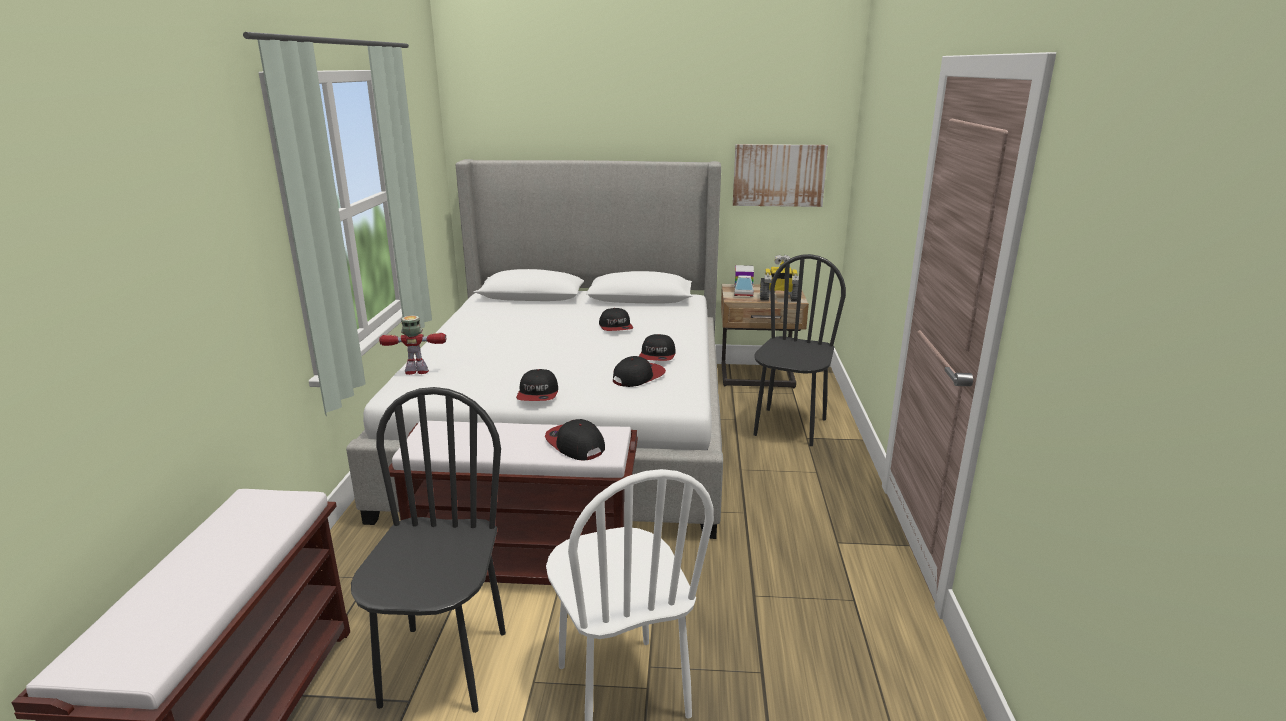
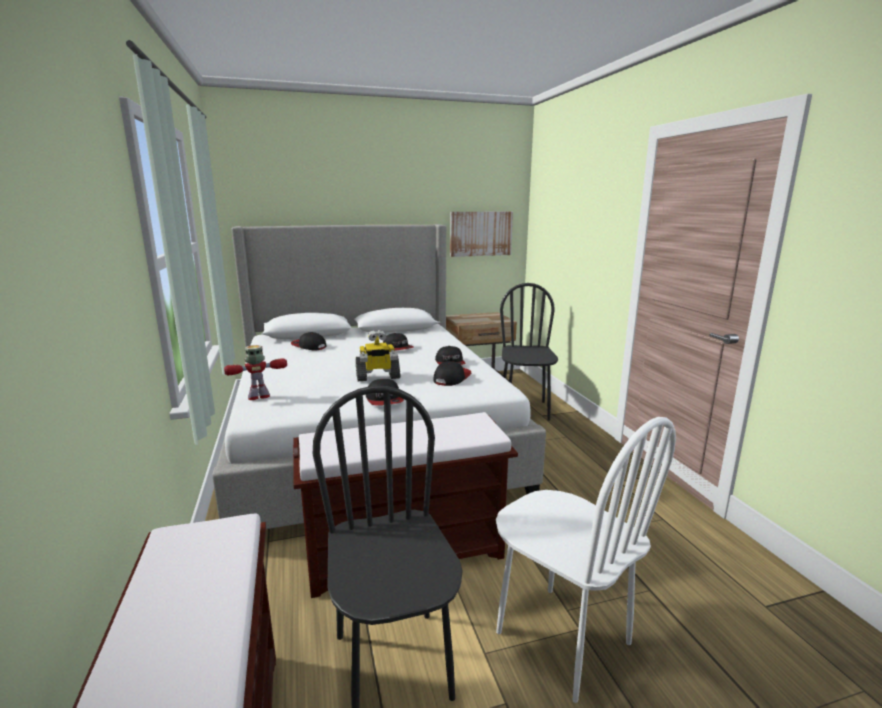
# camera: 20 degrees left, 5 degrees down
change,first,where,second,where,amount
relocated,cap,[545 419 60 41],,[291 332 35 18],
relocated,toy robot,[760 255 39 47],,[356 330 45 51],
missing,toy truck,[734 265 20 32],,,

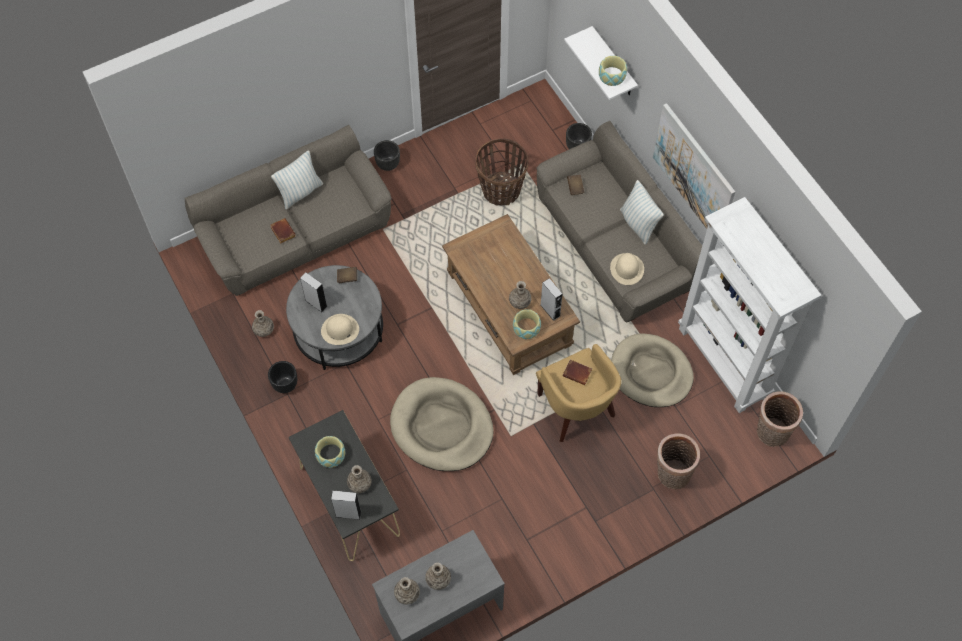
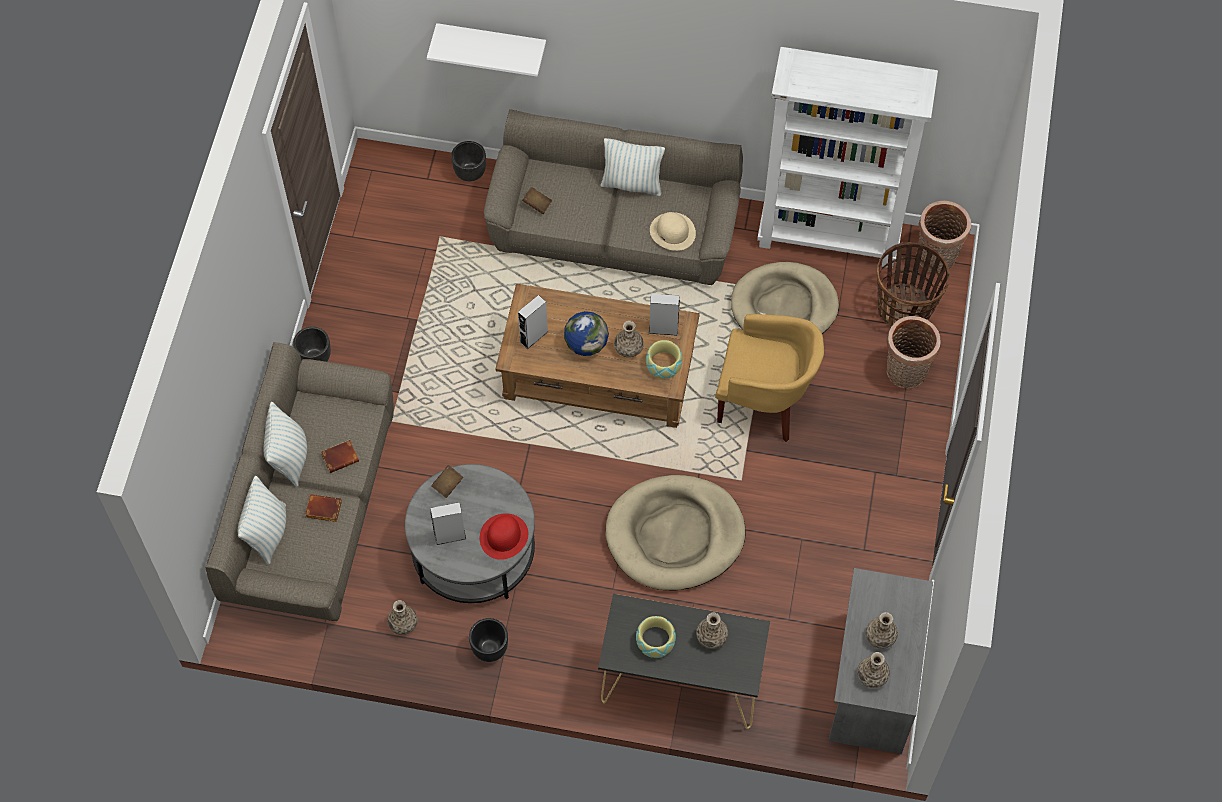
# camera: 50 degrees left, 0 degrees up
change,first,where,second,where,amount
appeared,,,pillow,[238 476 48 89],
relocated,brown book,[563 360 29 25],,[321 440 38 33],
colour,beige hat,[321 314 38 31],red hat,[480 513 48 47],
relocated,grey speaker,[331 491 30 29],,[518 295 30 54],
appeared,,,globe,[564 311 45 45],
relocated,basket,[475 139 54 67],,[877 242 73 85],
missing,bowl,[599 56 28 30],,,
missing,picture,[653 103 82 126],,,

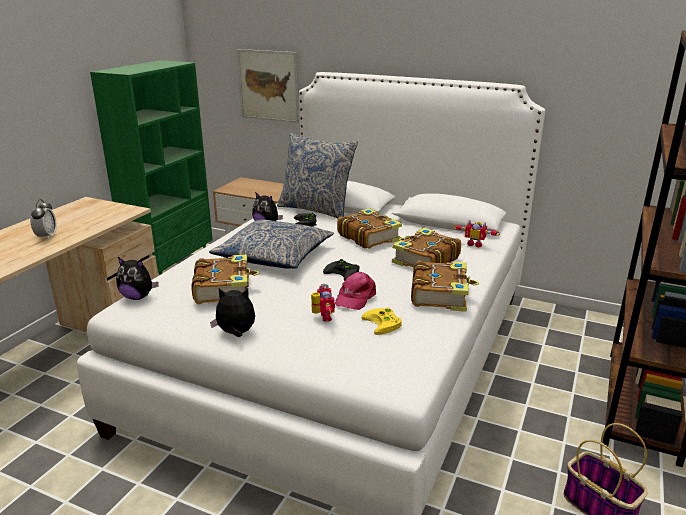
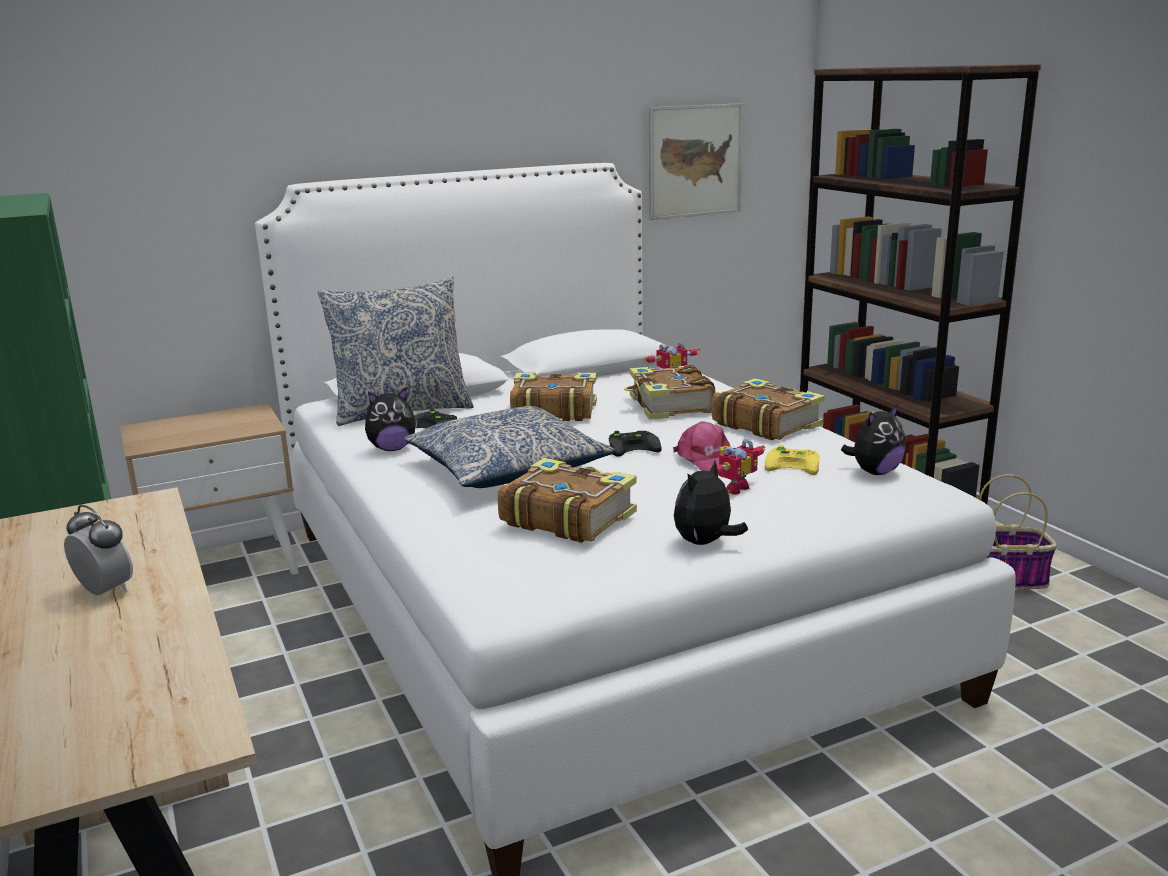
# camera: 50 degrees left, 5 degrees down
change,first,where,second,where,amount
relocated,picture,[237 49 63 74],,[649 103 94 117],
spun,toy robot,[311 284 24 38],,[717 439 48 56],105 degrees clockwise
relocated,plush toy,[116 257 43 43],,[841 404 65 71],

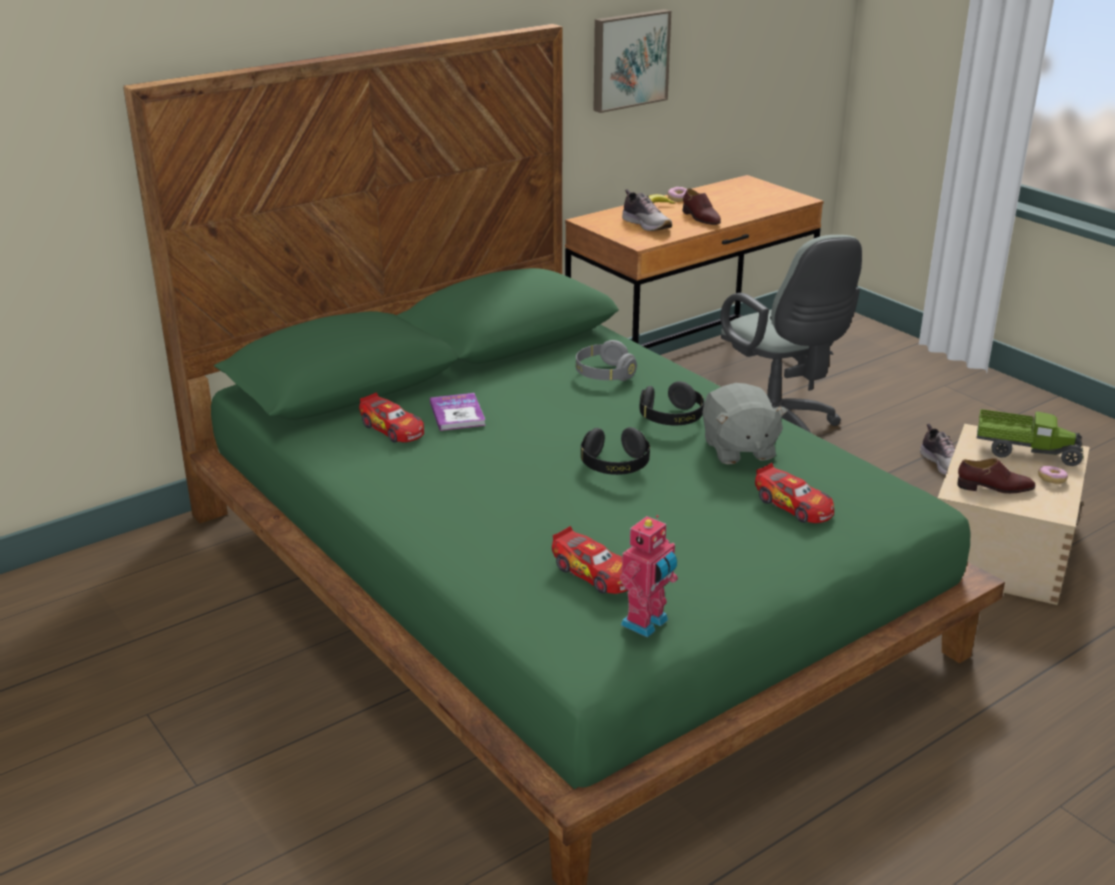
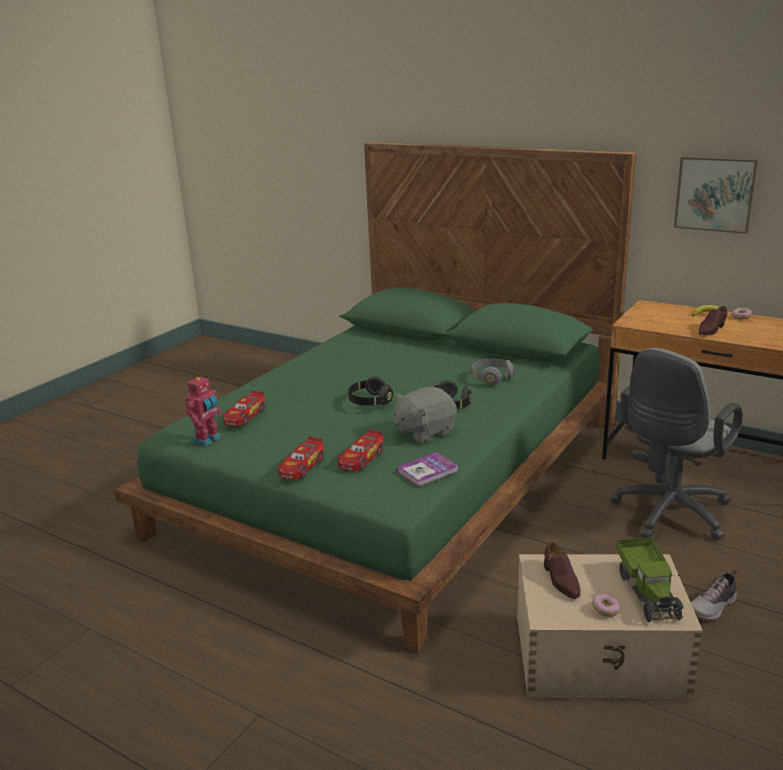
# camera: 70 degrees right, 5 degrees down
change,first,where,second,where,amount
spun,toy robot,[620 515 58 123],,[185 375 37 71],75 degrees counterclockwise
relocated,toy car,[359 392 65 51],,[278 436 46 44],
relocated,book,[430 393 56 38],,[396 452 63 35],
missing,shoe,[622 189 50 42],,,

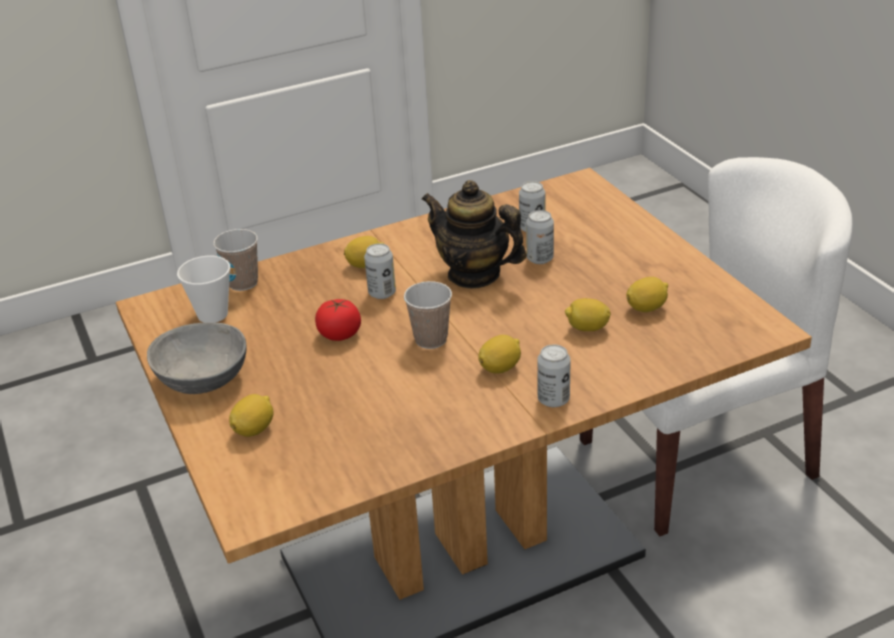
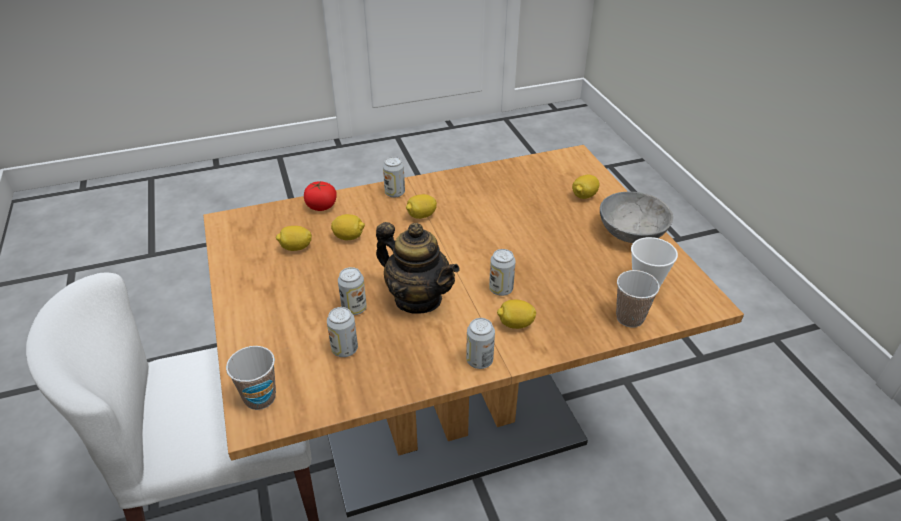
# camera: 175 degrees left, 5 degrees up
change,first,where,second,where,amount
relocated,cup,[404 281 48 68],,[226 346 50 64],
relocated,tomato,[315 299 46 42],,[304 181 33 30],
appeared,,,can,[466 318 29 51],

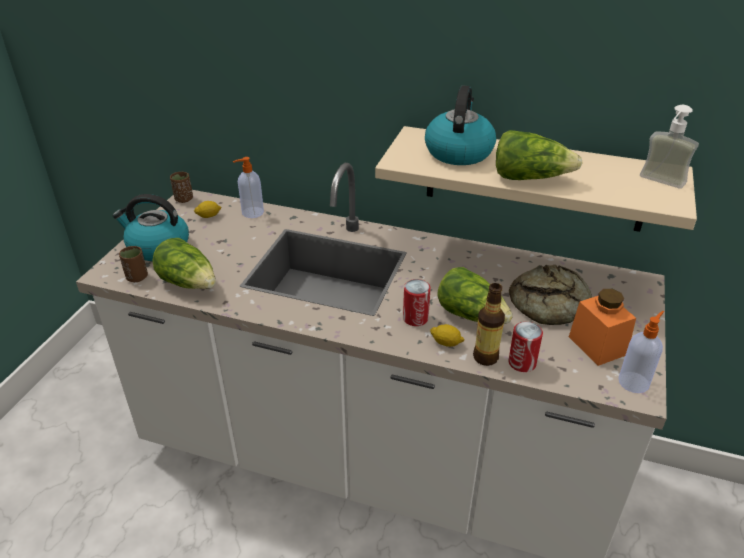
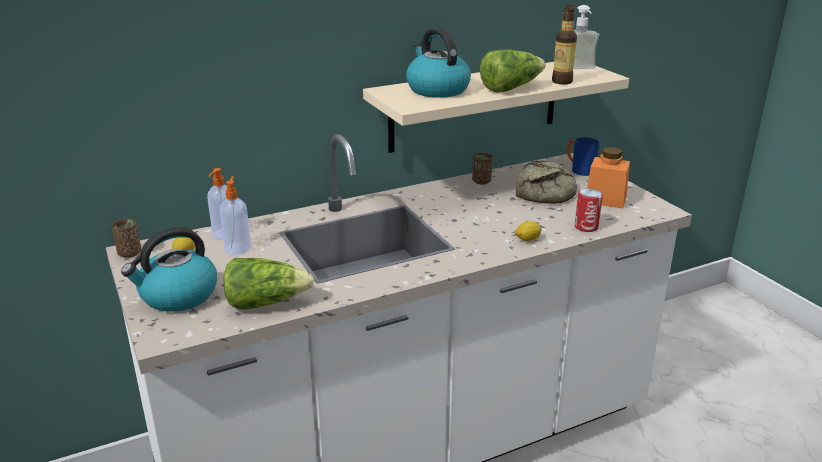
# camera: 45 degrees left, 10 degrees down
change,first,where,second,where,amount
relocated,soap dispenser,[618 311 46 82],,[220 176 31 79],
relocated,brown cup,[119 246 29 36],,[472 153 21 32],
relocated,bottle,[473 283 32 83],,[552 5 25 80],
appeared,,,blue mug,[567 137 33 39],
missing,can,[403 279 28 47],,,
missing,lettuce,[437 267 76 57],,,

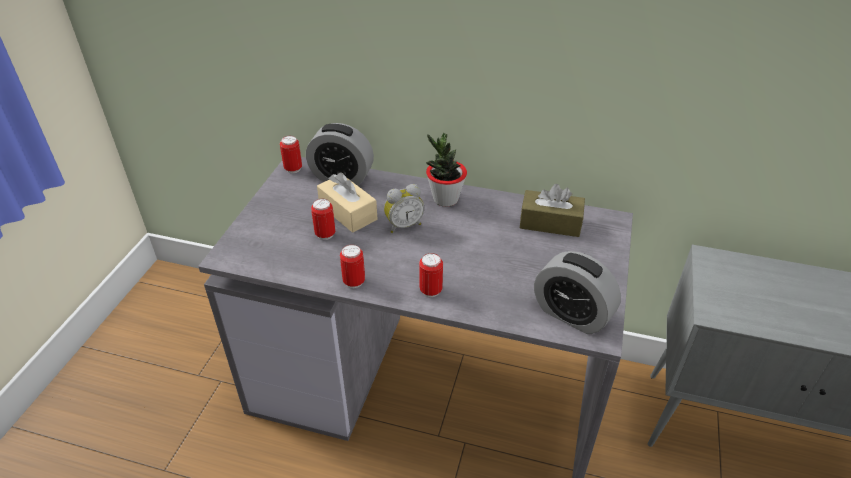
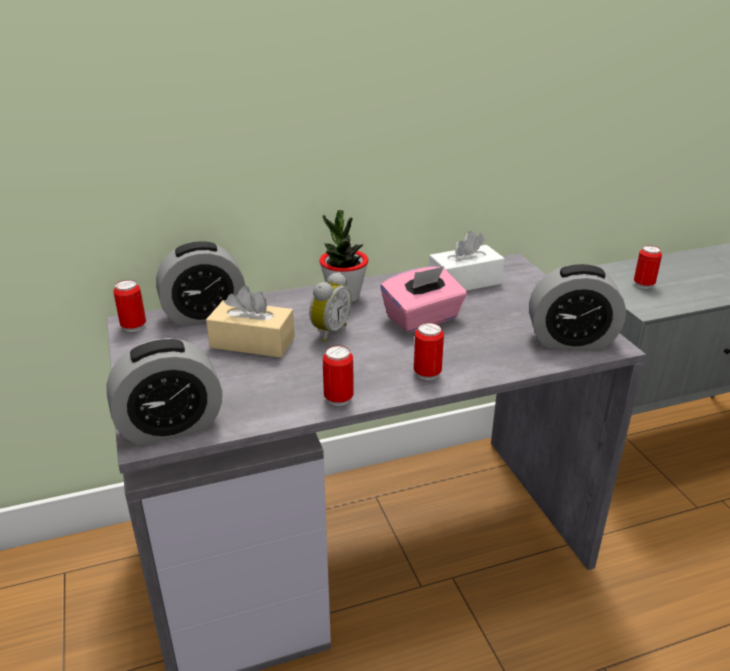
# camera: 35 degrees left, 10 degrees down
change,first,where,second,where,amount
appeared,,,alarm clock,[106 338 116 108],
appeared,,,pink tissue box,[380 266 87 67],
colour,brown tissue box,[520 184 65 53],white tissue box,[429 231 76 60],
relocated,can,[311 198 24 42],,[634 245 28 44],

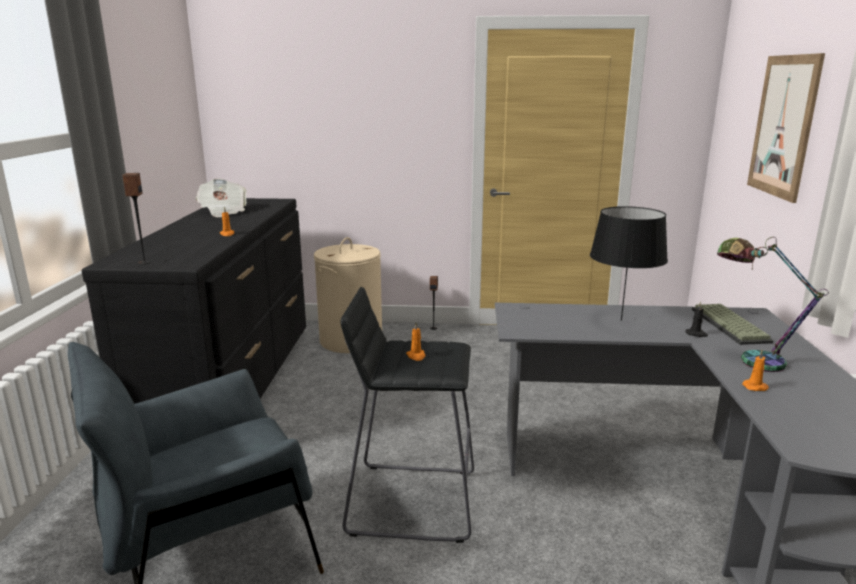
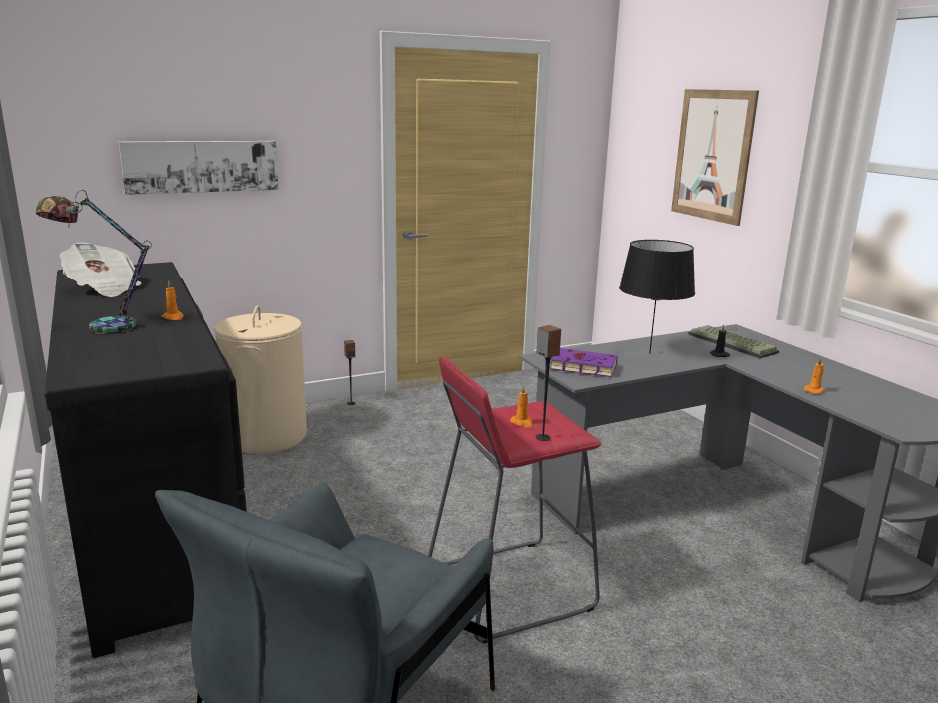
# camera: 30 degrees left, 0 degrees up
change,first,where,second,where,amount
relocated,table lamp,[717 237 112 135],,[36 190 116 144],
appeared,,,picture,[119 141 160 54],
colour,black stool,[341 287 133 256],red stool,[428 356 173 288],
relocated,speaker,[122 173 29 91],,[536 325 25 116],
appeared,,,purple book,[542 348 76 29],

